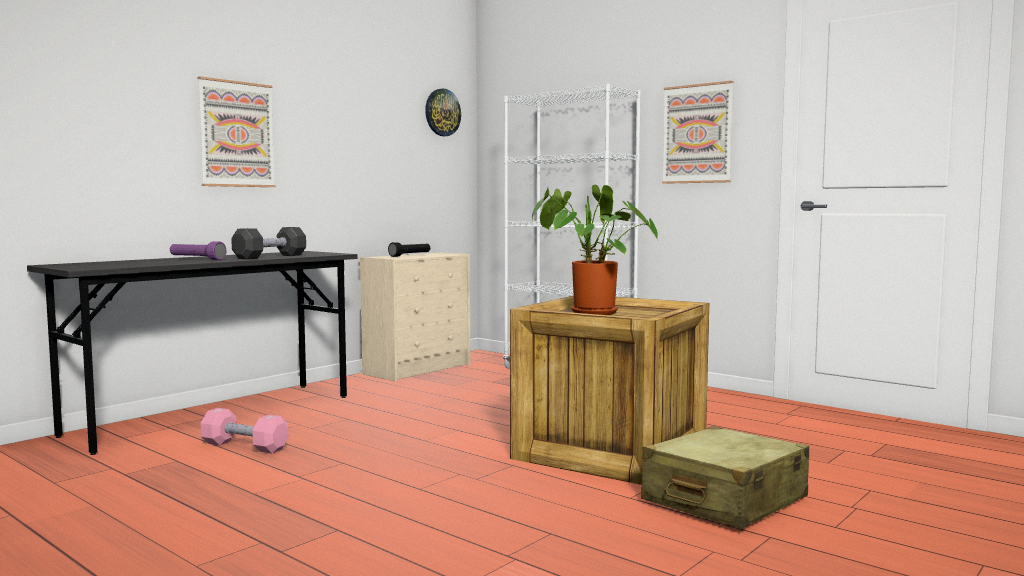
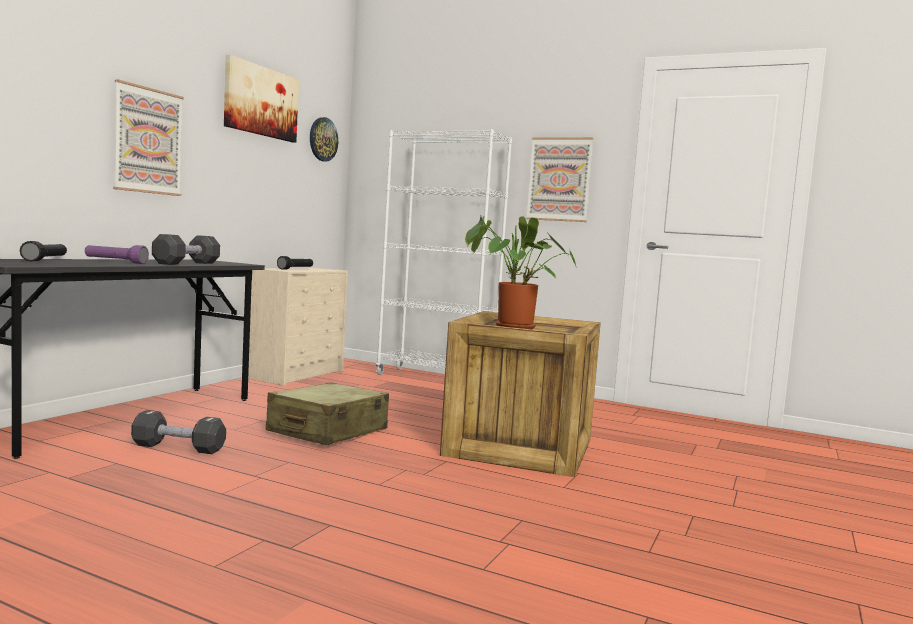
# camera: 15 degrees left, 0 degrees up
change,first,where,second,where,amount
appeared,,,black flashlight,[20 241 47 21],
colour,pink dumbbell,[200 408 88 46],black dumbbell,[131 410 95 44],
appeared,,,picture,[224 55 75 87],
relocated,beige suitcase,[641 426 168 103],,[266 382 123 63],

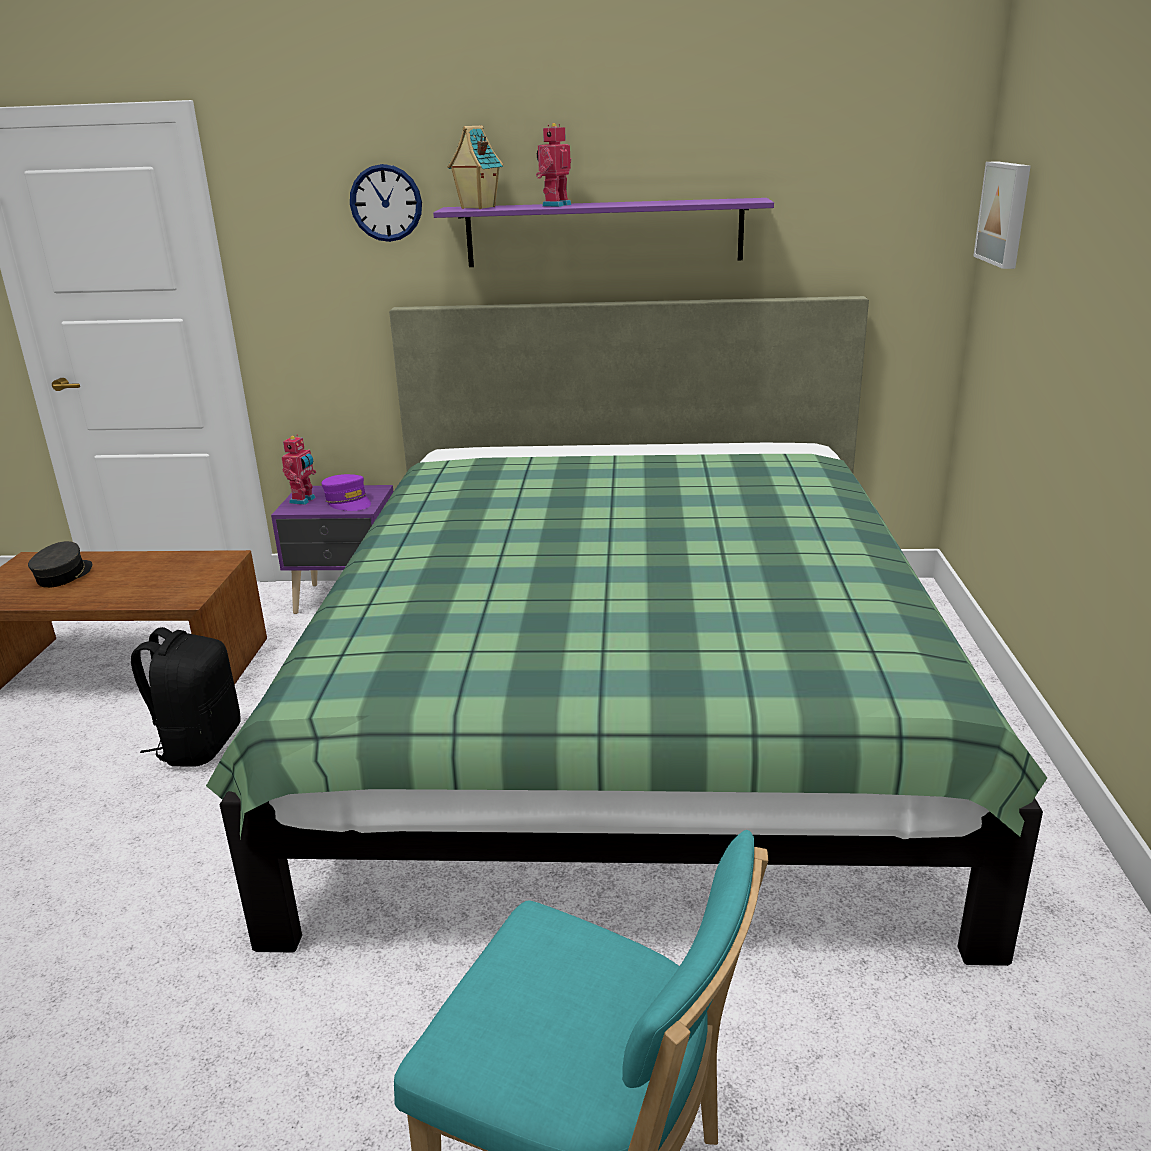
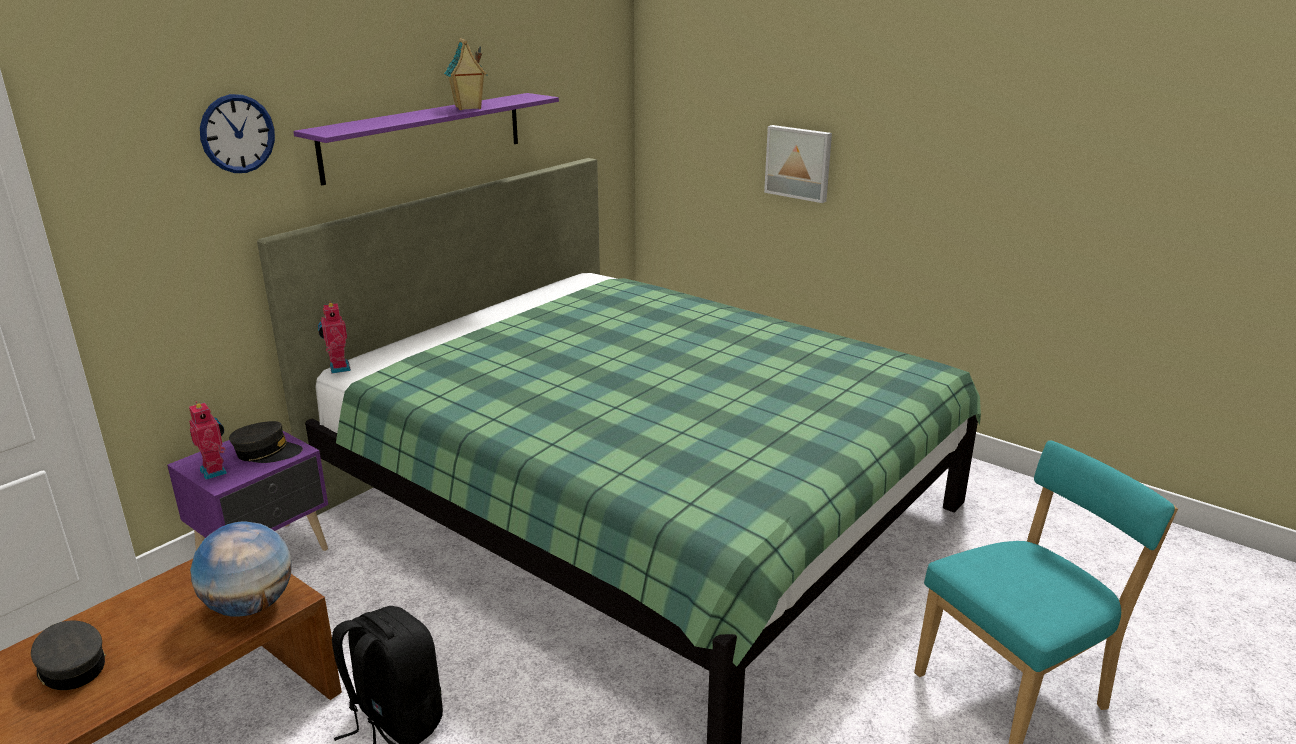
# camera: 55 degrees left, 0 degrees up
change,first,where,second,where,amount
appeared,,,globe,[190 522 102 95],
colour,purple cap,[321 474 50 37],grey cap,[229 421 74 42],
relocated,toy robot,[536 123 36 84],,[318 301 33 73],
relocated,toy house,[448 125 55 84],,[444 38 44 72],
relocated,picture,[973 161 58 108],,[764 125 68 78],

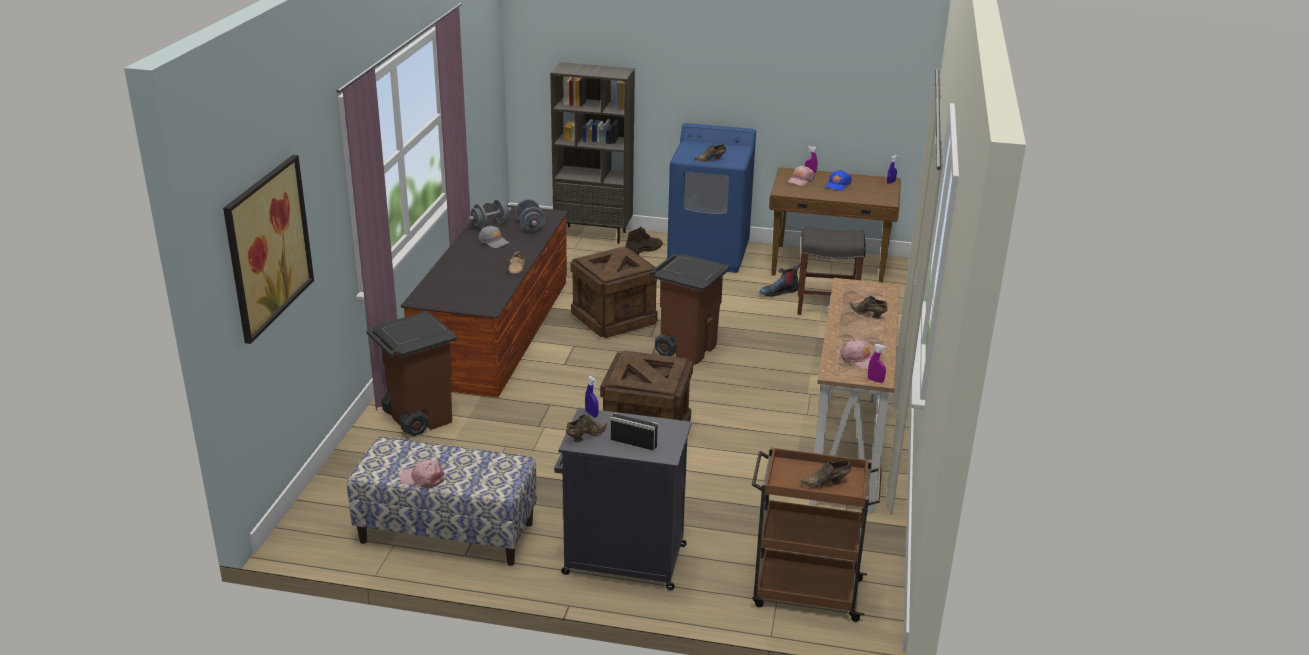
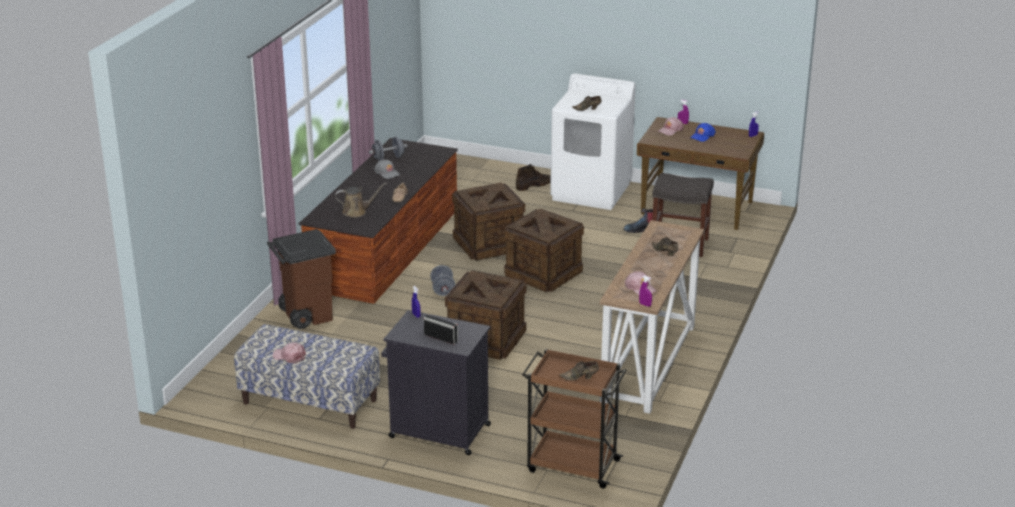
# camera: 10 degrees right, 0 degrees up
change,first,where,second,where,amount
appeared,,,brown watering can,[335 182 52 36],
relocated,grey dumbbell,[515 199 30 33],,[430 265 25 31],
exchanged,brown trash can,[650 253 79 112],crate,[504 209 80 83],
colour,blue washing machine,[667 123 89 150],white washing machine,[550 74 86 136],
missing,picture,[223 155 91 189],,,
missing,brown bookcase,[550 62 85 182],,,
missing,brown shoe,[566 415 42 27],,,

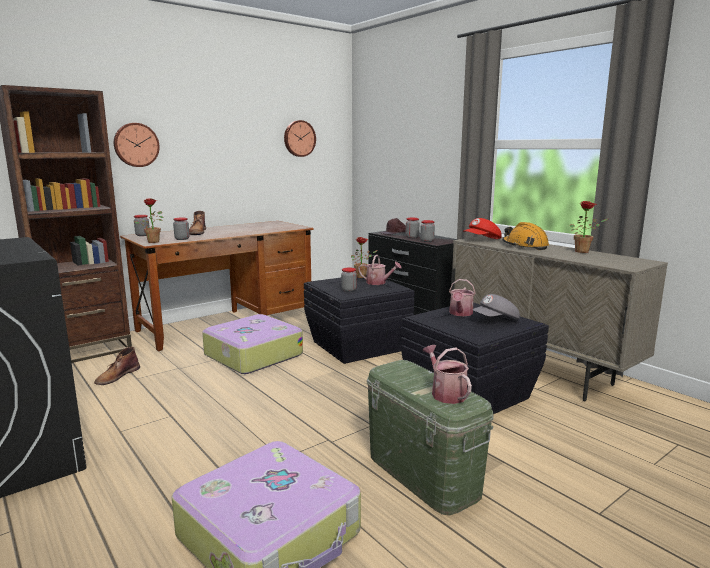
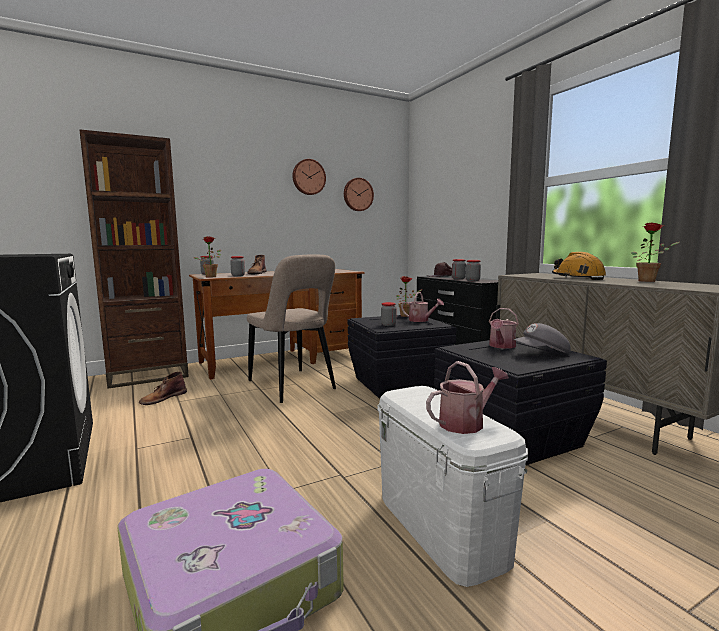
# camera: 10 degrees right, 5 degrees down
change,first,where,second,where,amount
exchanged,suitcase,[202 314 101 60],beige chair,[247 254 89 149],
relocated,wall clock,[114 123 46 44],,[292 159 34 36],
colour,green storage box,[367 360 127 156],white storage box,[377 386 151 201],
spun,watering can,[423 345 49 59],,[426 361 83 73],75 degrees clockwise
missing,red cap,[463 218 39 21],,,

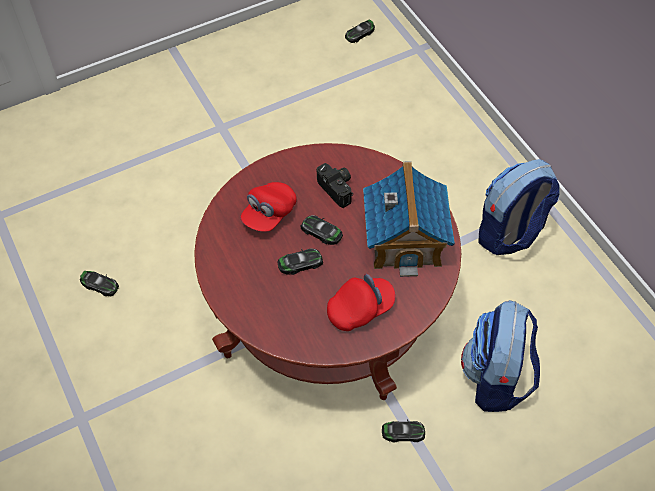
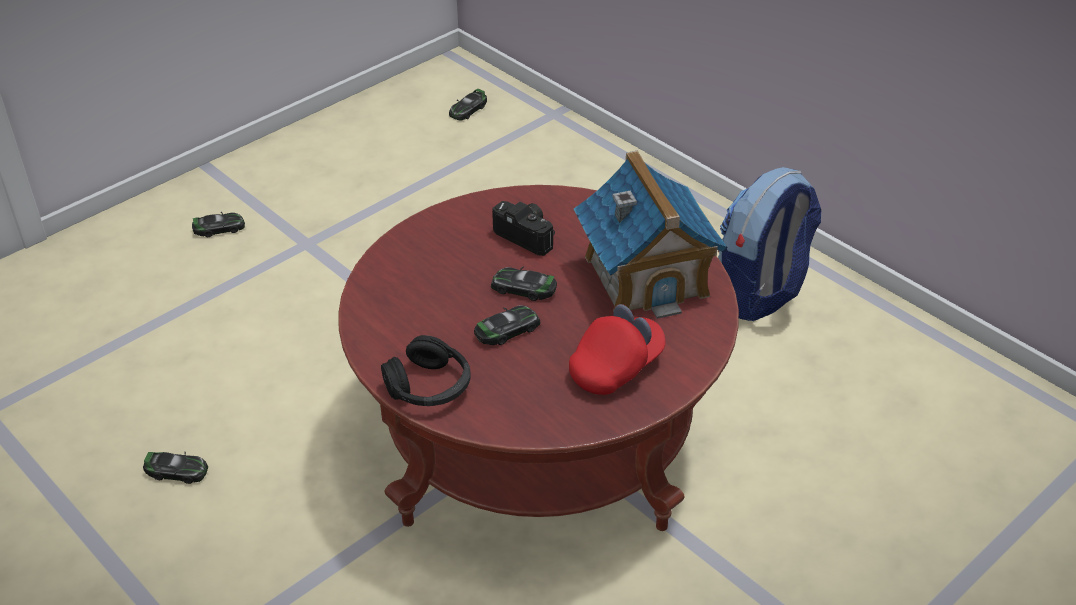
# camera: 15 degrees left, 15 degrees down
change,first,where,second,where,amount
relocated,toy car,[382 419 43 23],,[192 212 53 25],
appeared,,,black headphones,[381 335 90 71],
missing,red cap,[241 182 56 50],,,
missing,backpack,[461 300 79 112],,,

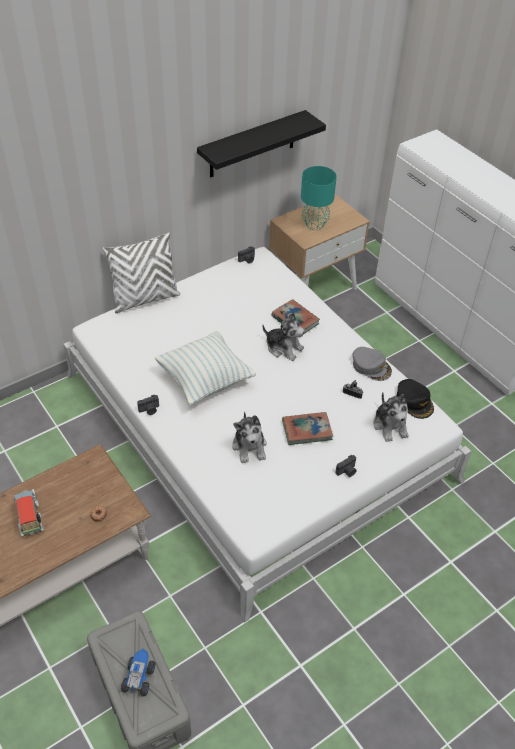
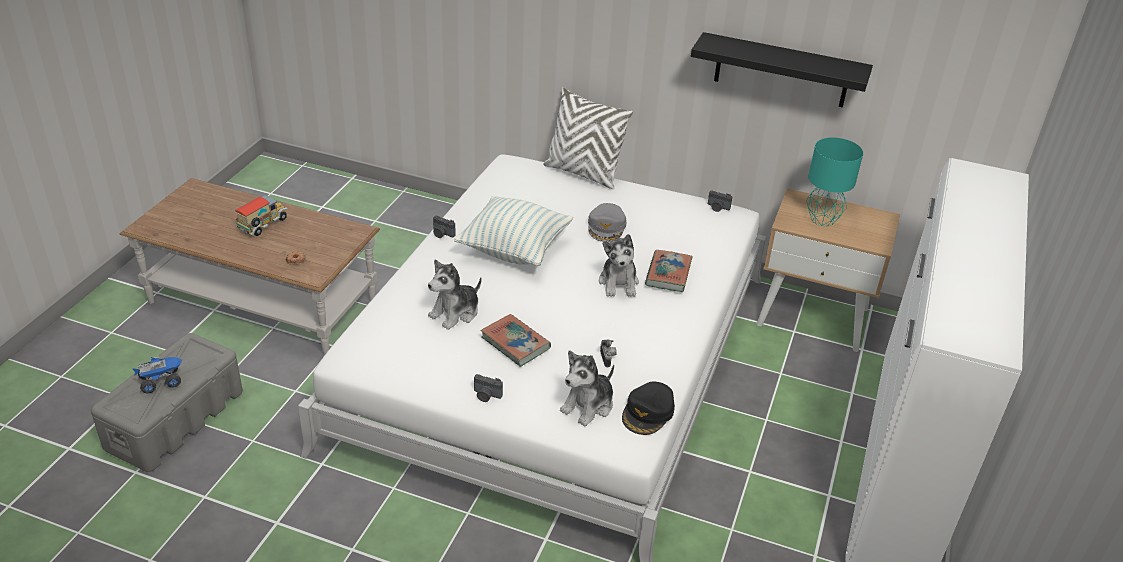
# camera: 55 degrees right, 10 degrees down
change,first,where,second,where,amount
relocated,grey cap,[352 347 40 34],,[588 203 39 39],

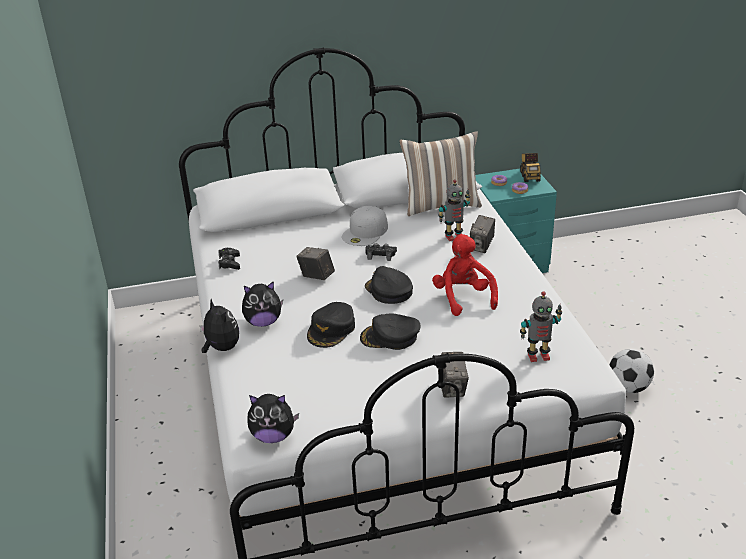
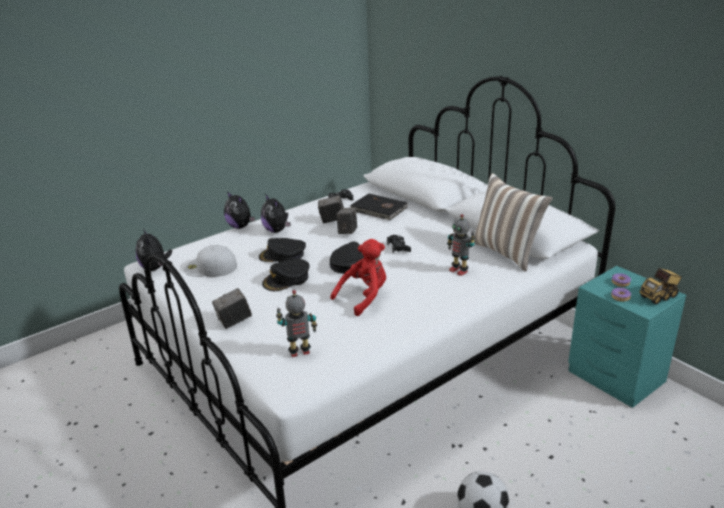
# camera: 65 degrees right, 5 degrees down
change,first,where,second,where,amount
relocated,white cap,[342 206 46 40],,[184 245 53 32],
spun,plush toy,[200 299 39 54],,[224 191 31 38],105 degrees clockwise
spun,black cap,[360 313 60 37],,[262 259 48 32],105 degrees counterclockwise
spun,toy robot,[520 291 42 71],,[276 290 41 67],105 degrees clockwise
relocated,photo camera,[470 215 25 38],,[318 195 26 28],
appeared,,,black book,[350 193 58 27],

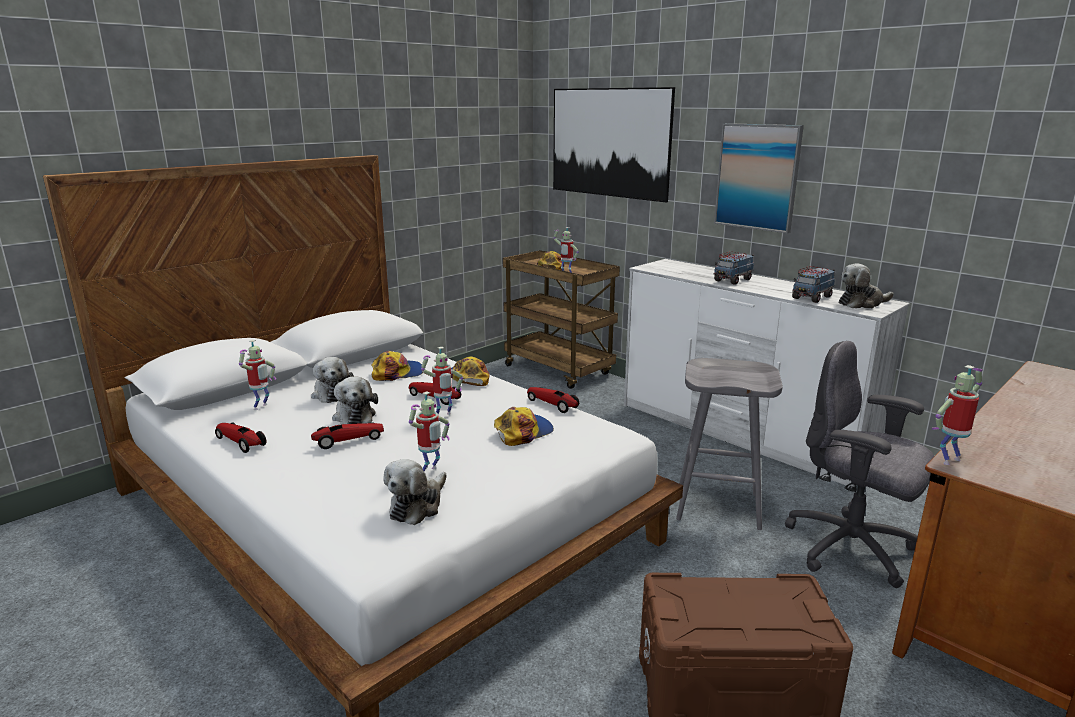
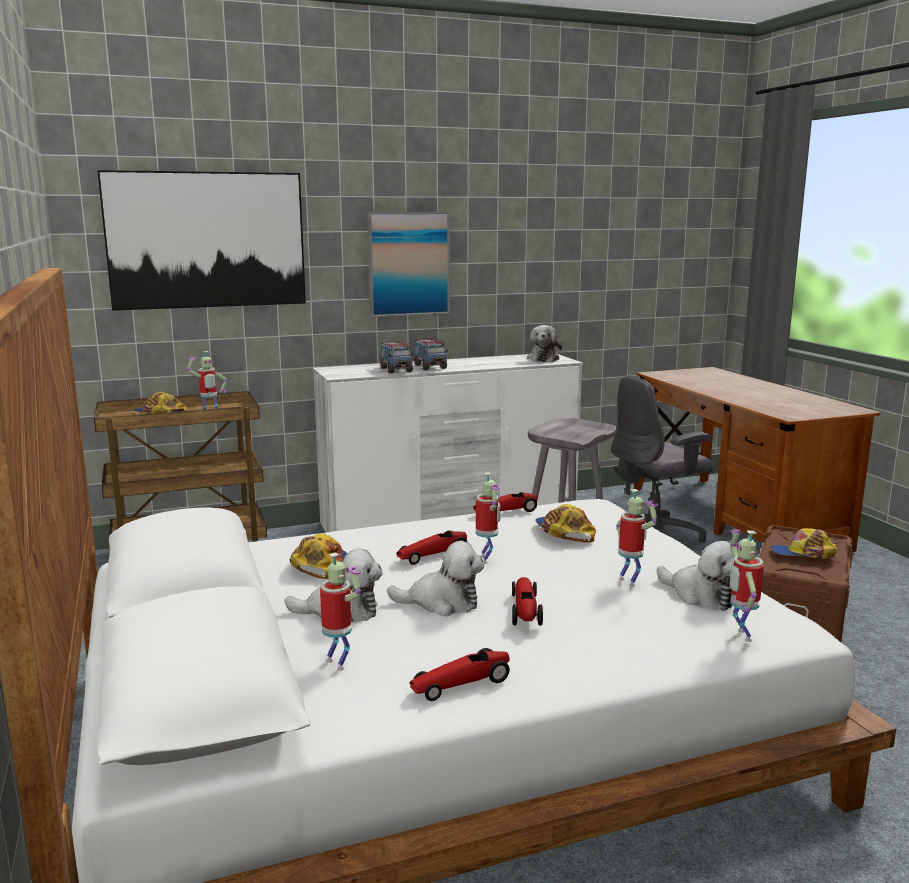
# camera: 65 degrees left, 5 degrees down
change,first,where,second,where,amount
relocated,toy truck,[792 266 43 37],,[380 341 33 32],
relocated,toy robot,[932 365 51 100],,[729 530 35 112],
relocated,cap,[451 357 39 29],,[771 528 67 31],

